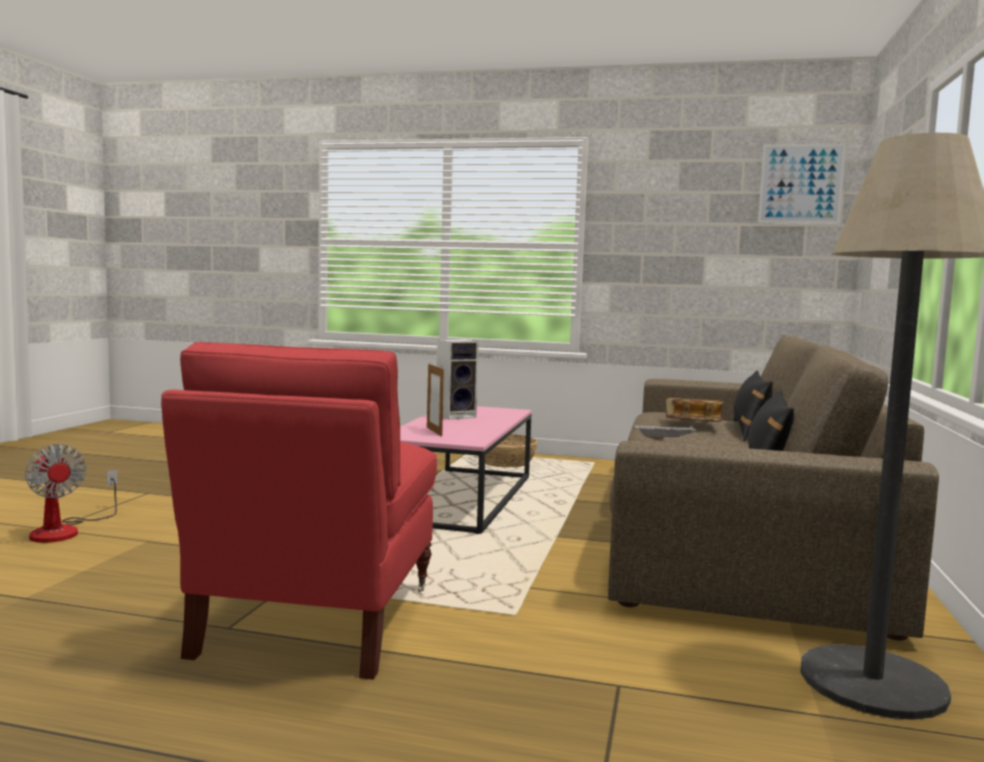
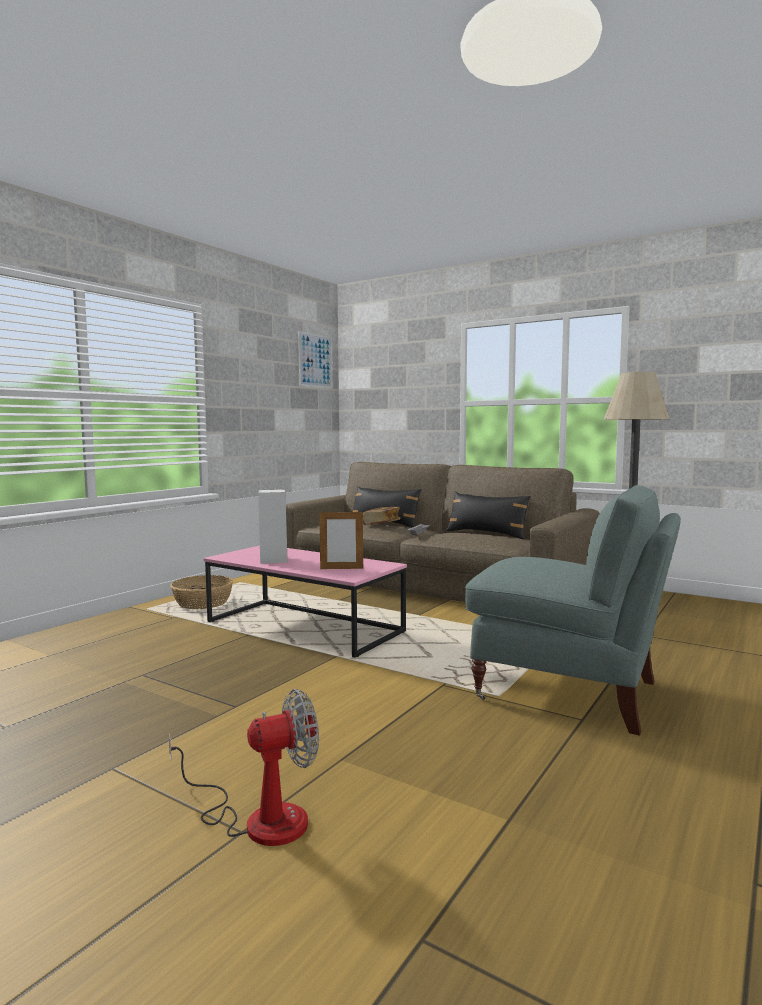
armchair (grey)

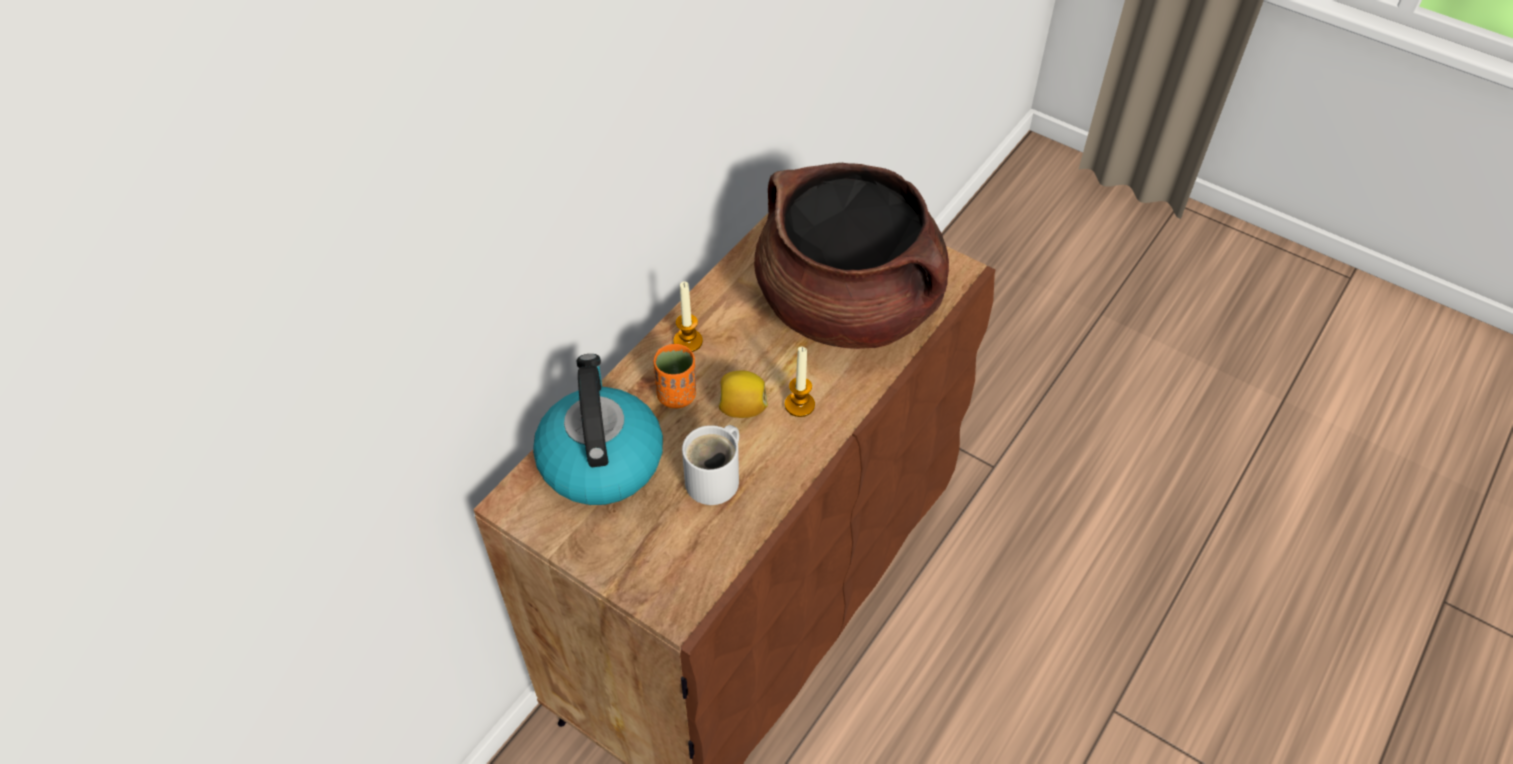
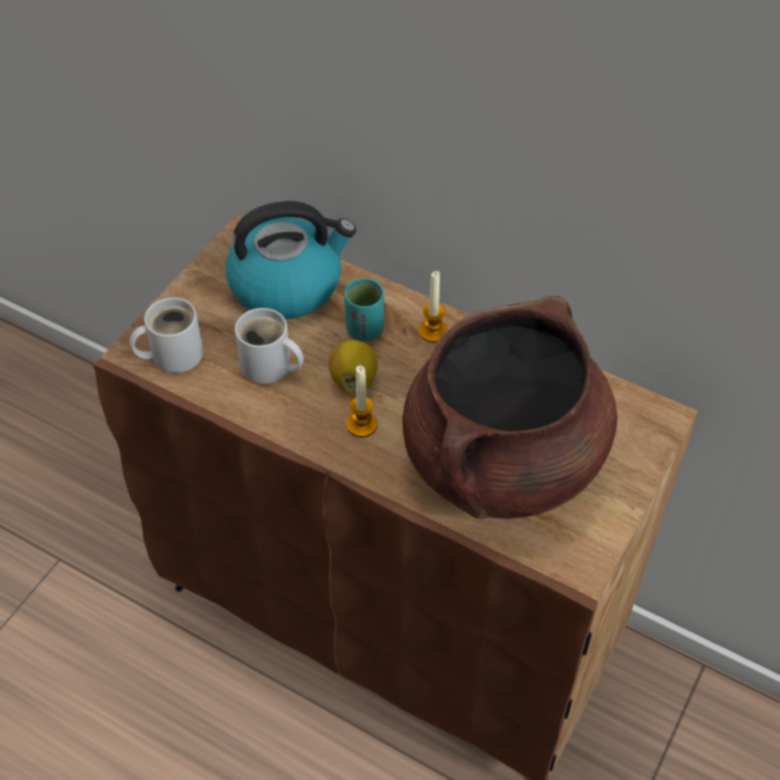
mug (white) (1st from left)
cup (turquoise)

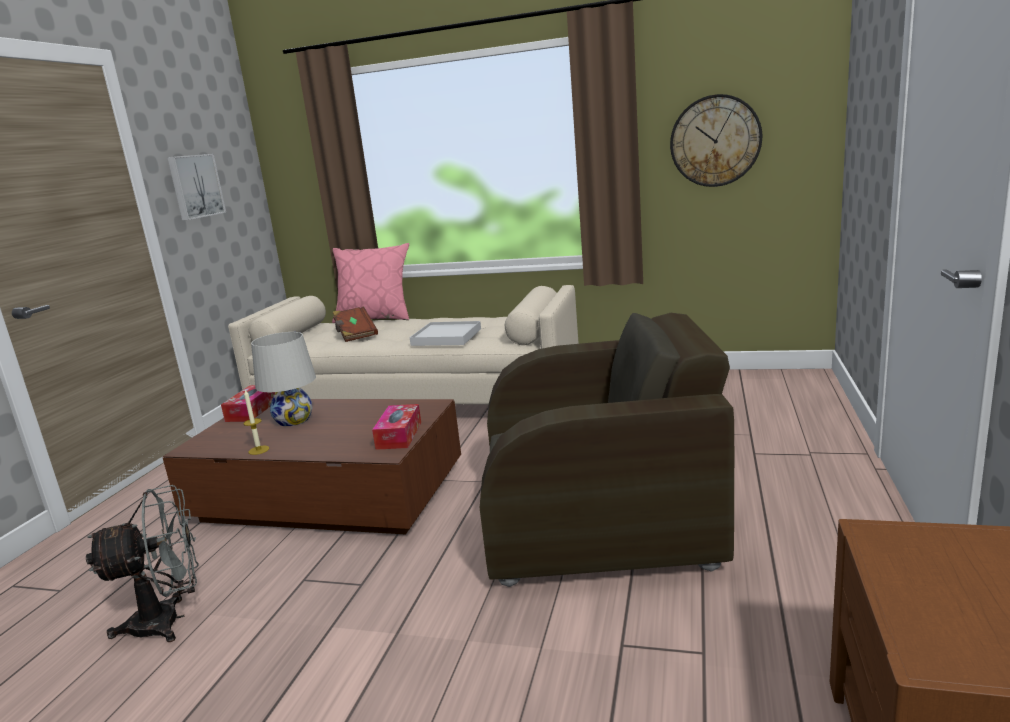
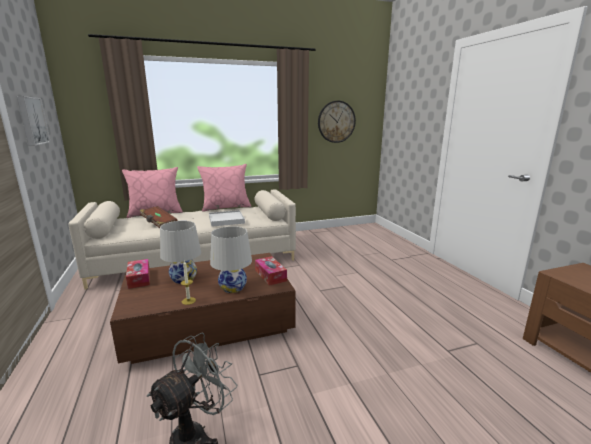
pillow (pink) (2nd from left)
table lamp (white) (2nd from left)
armchair (brown)

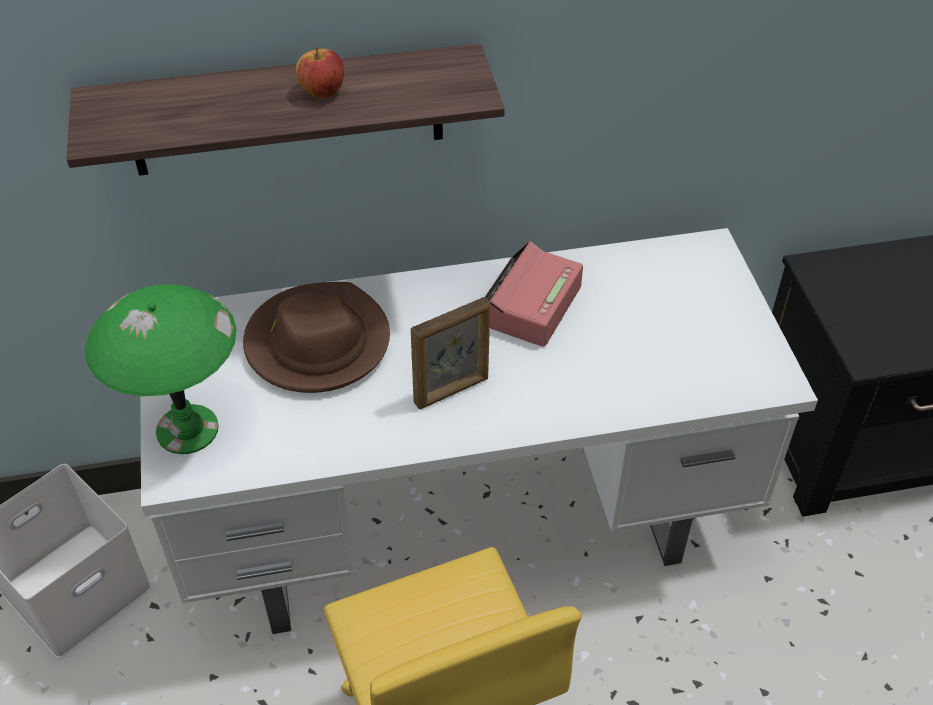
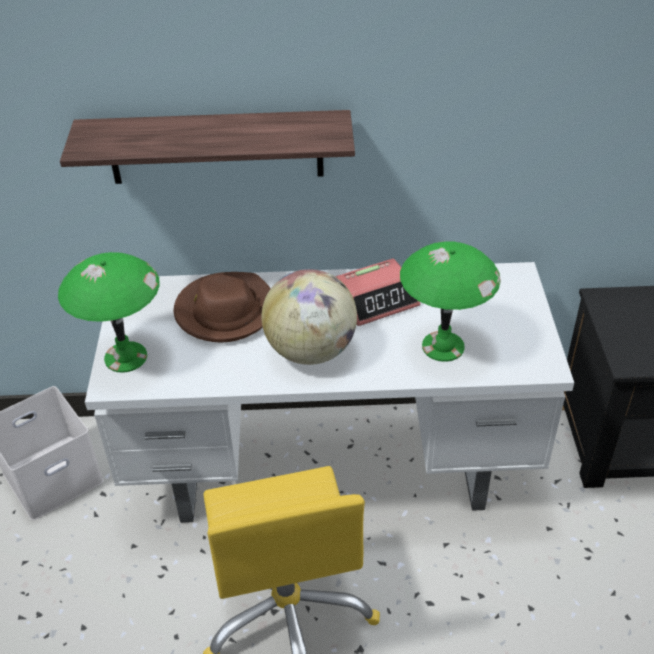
globe
alarm clock
table lamp (green) (2nd from left)
apple

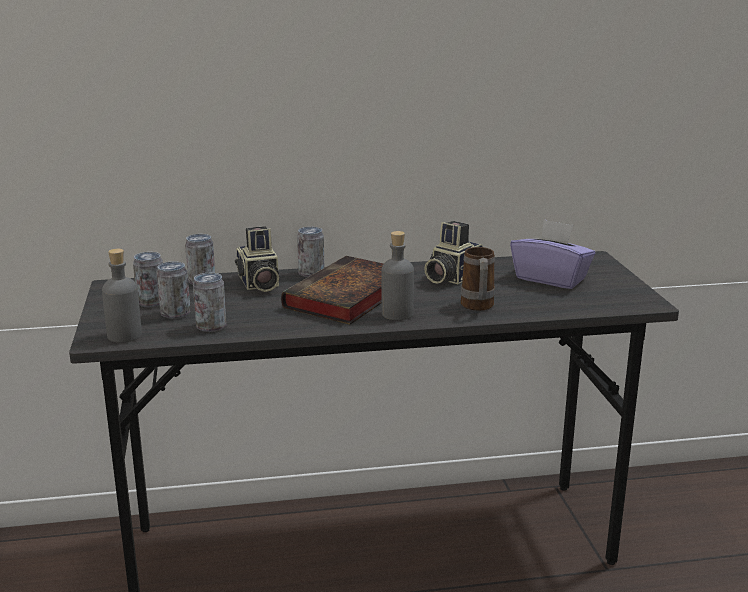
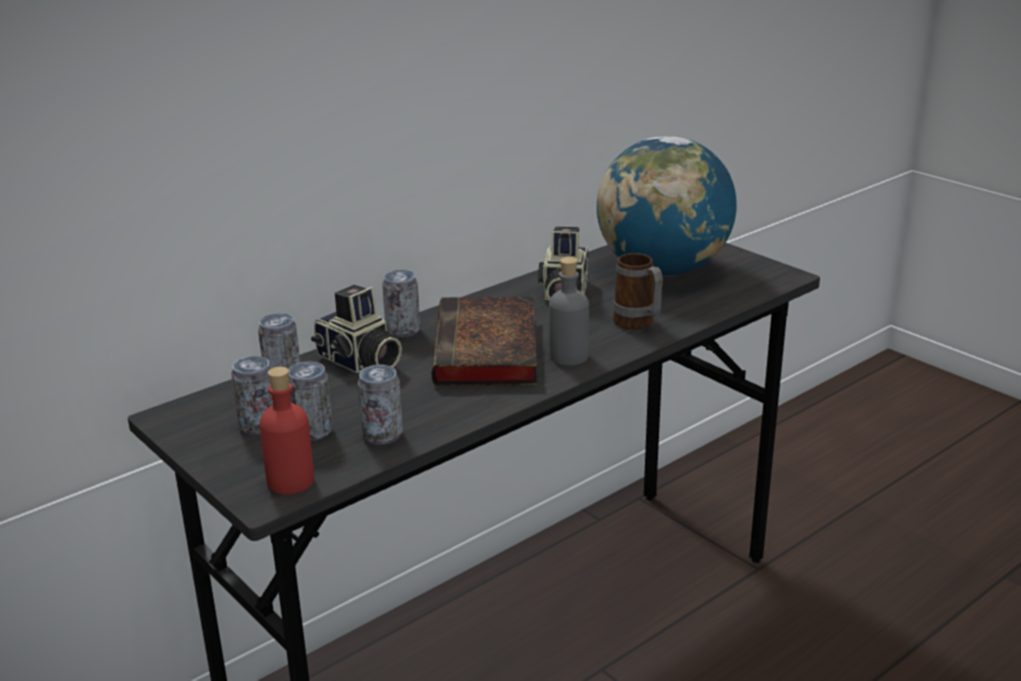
bottle (red)
globe

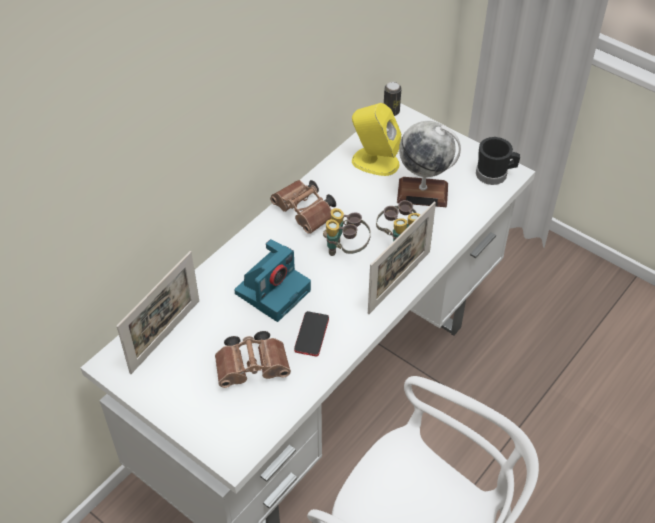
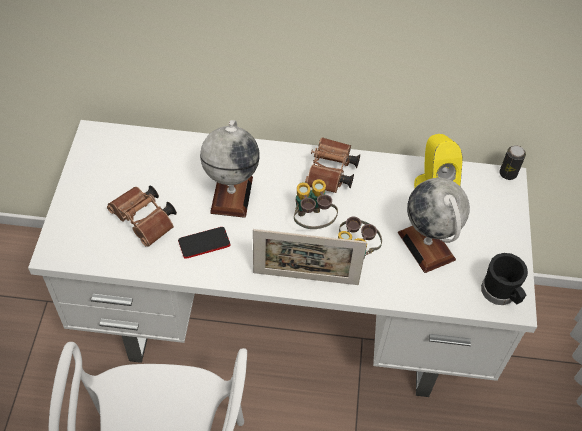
globe (1st from left)
picture frame (1st from left in the first image)

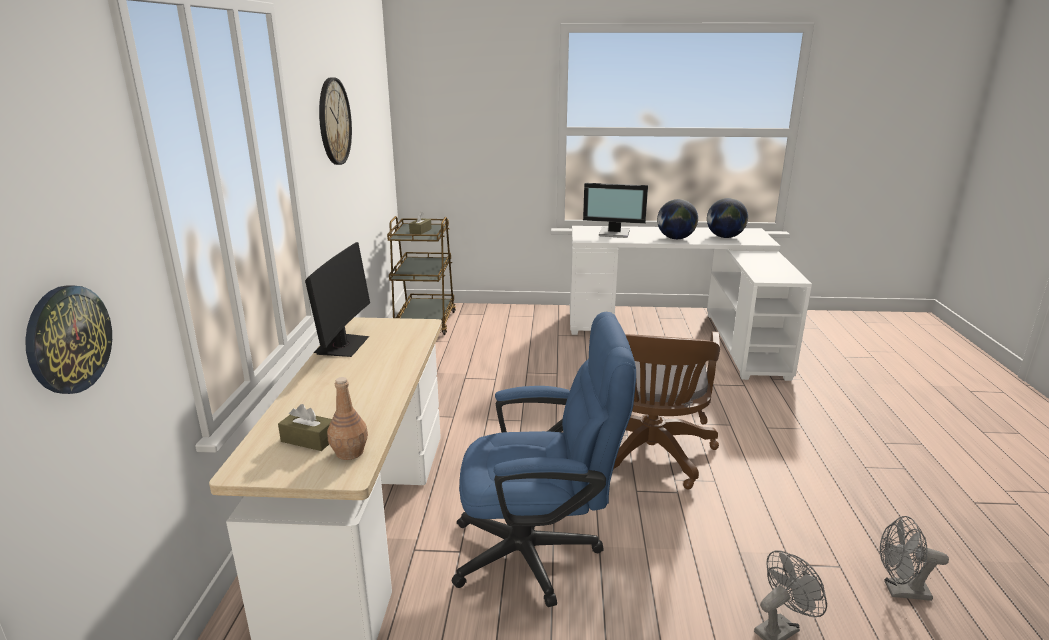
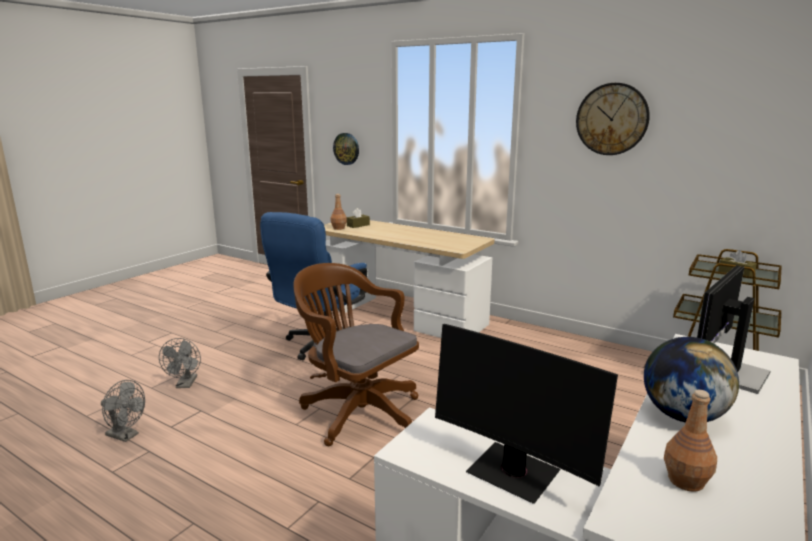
fan (grey) (1st from left)
monitor (1st from left)
bottle (brown) (2nd from left)

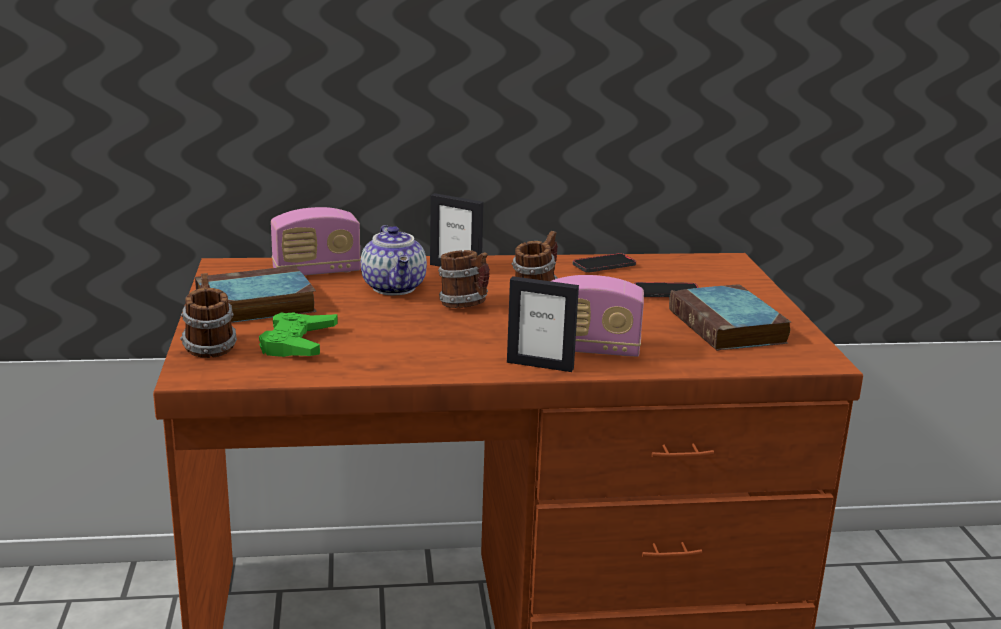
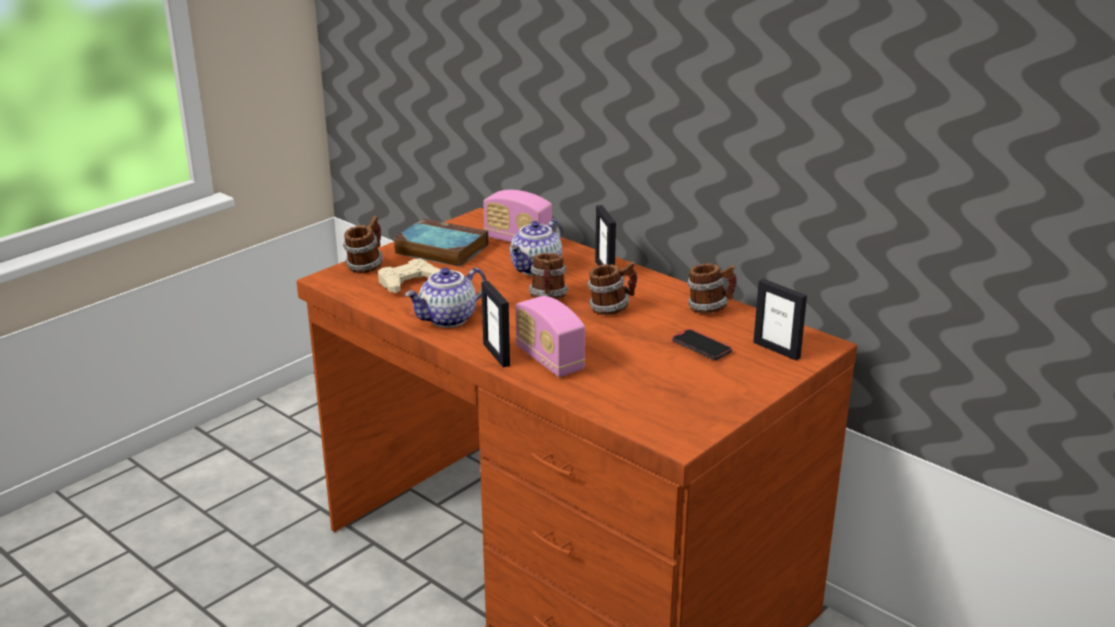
game controller (beige)
teapot (1st from left)
mug (4th from left)
picture frame (3rd from left)
book (2nd from left in the first image)

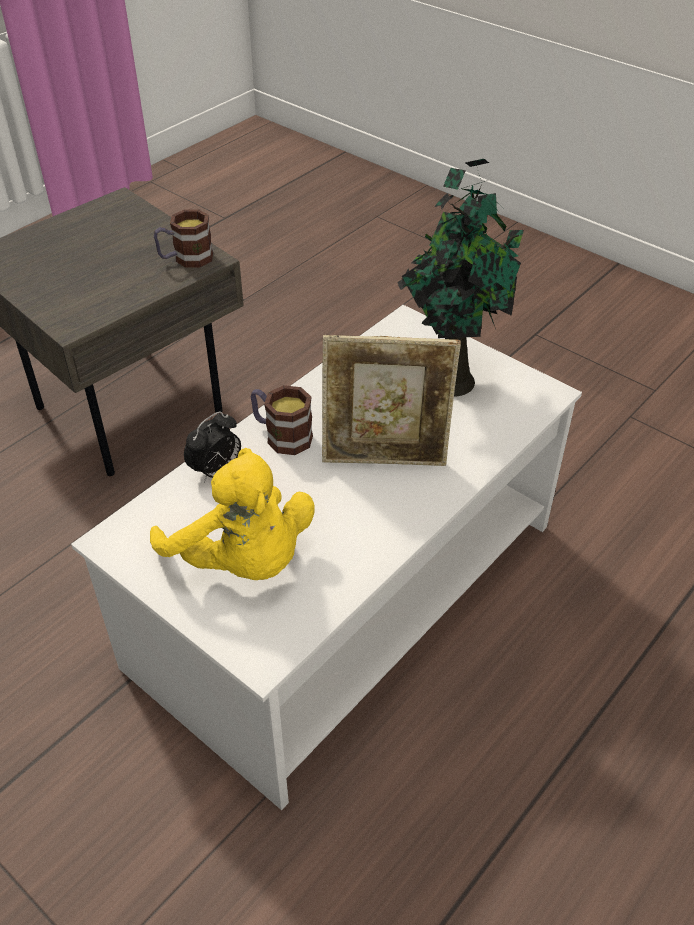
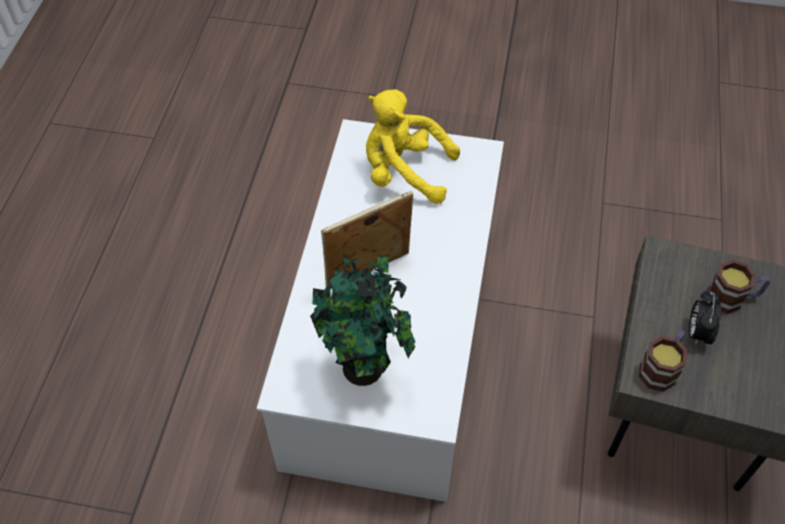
alarm clock
mug (2nd from left)

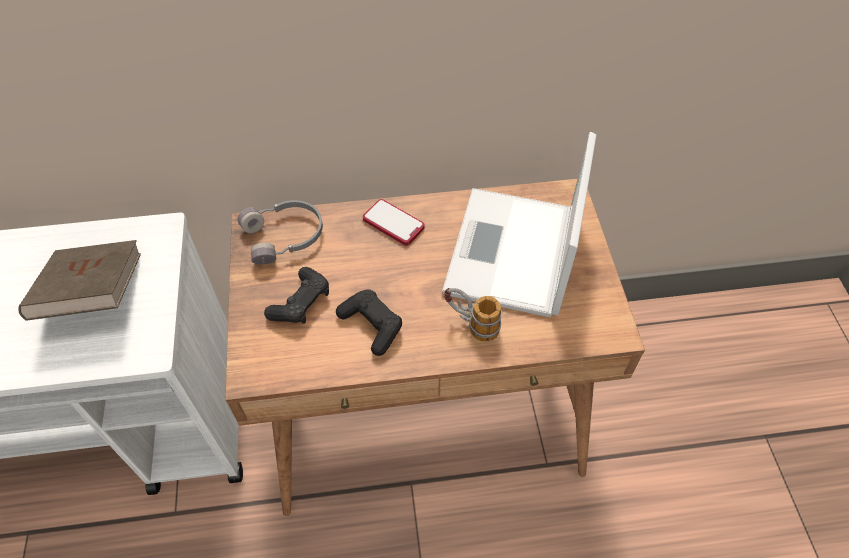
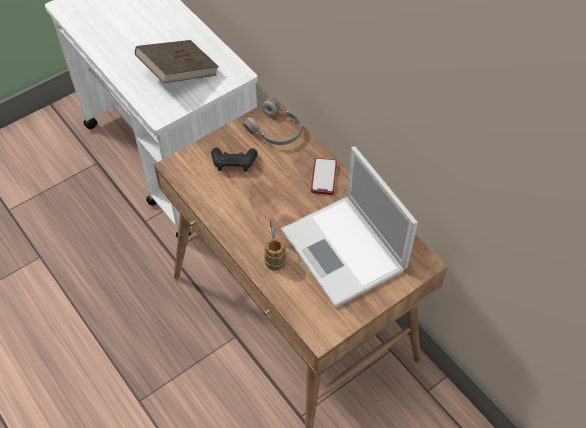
laptop
game controller (black) (2nd from left in the first image)

